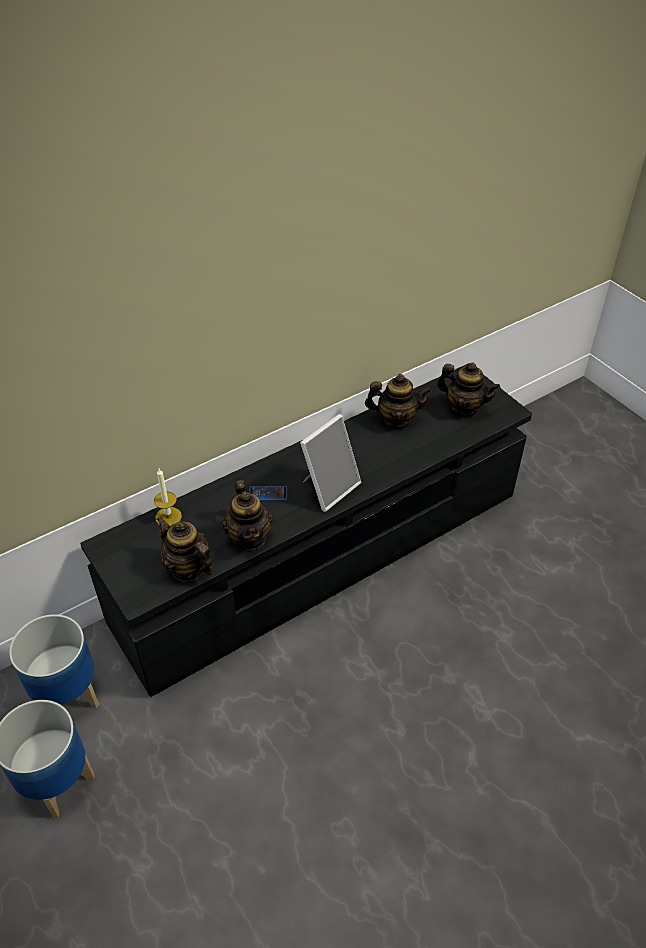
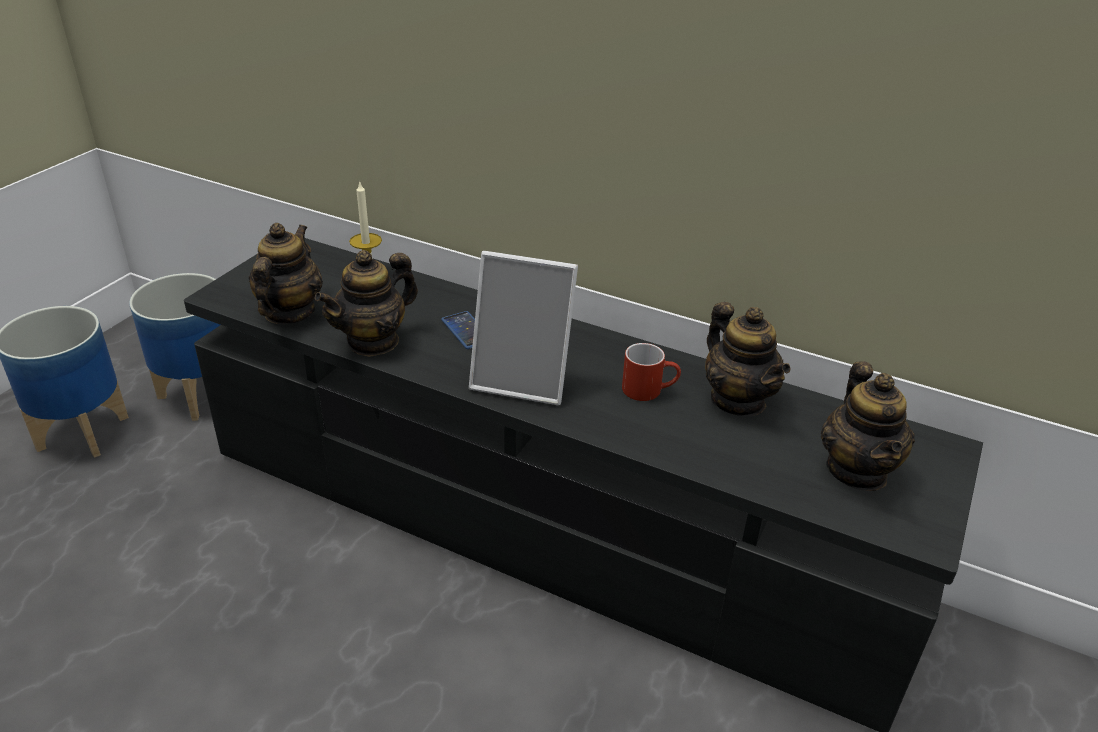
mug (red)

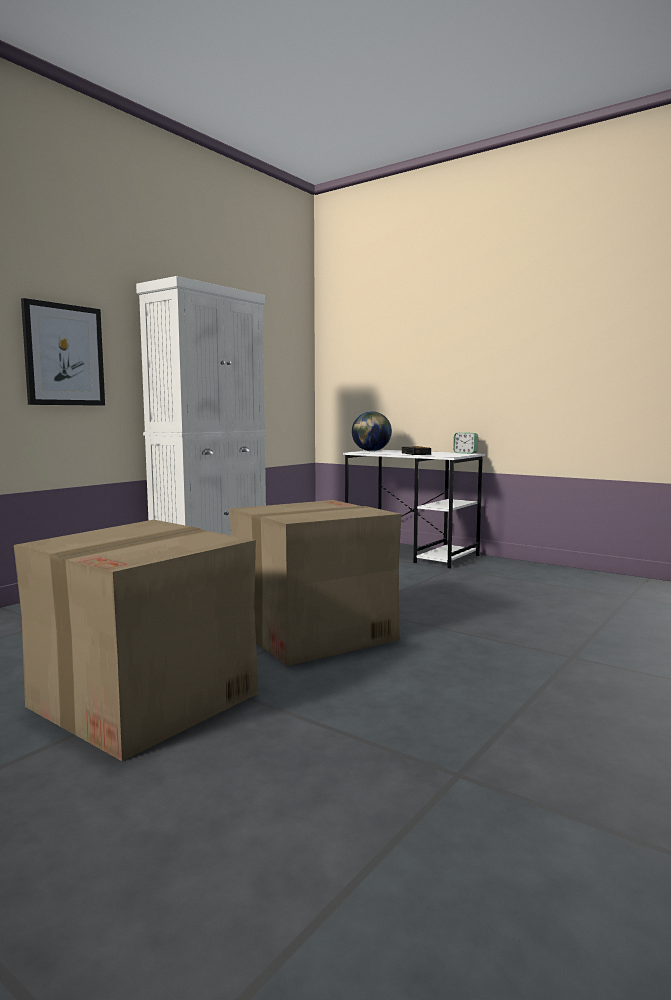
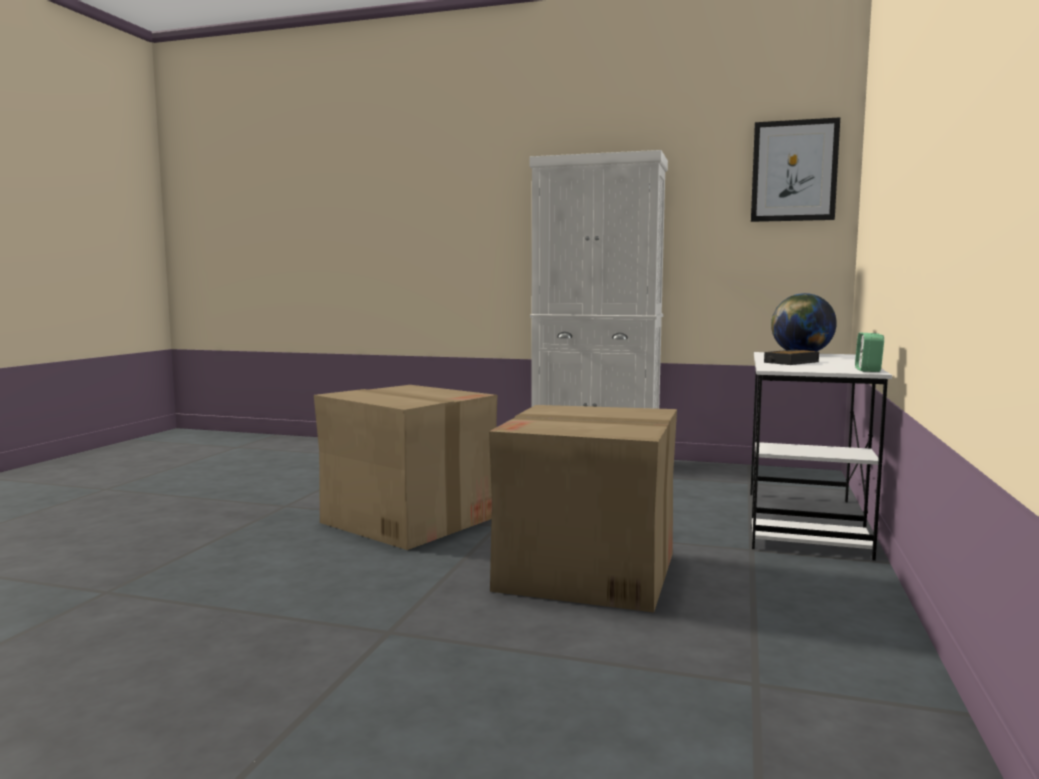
cardboard box (2nd from left)
picture

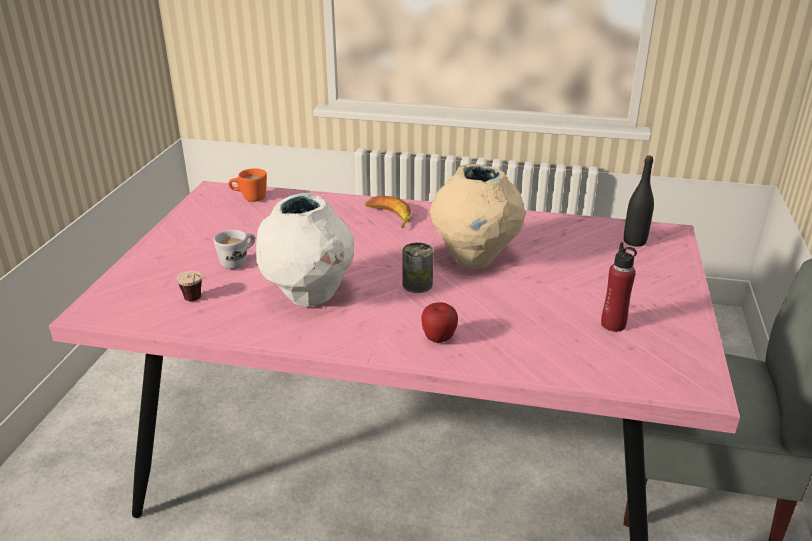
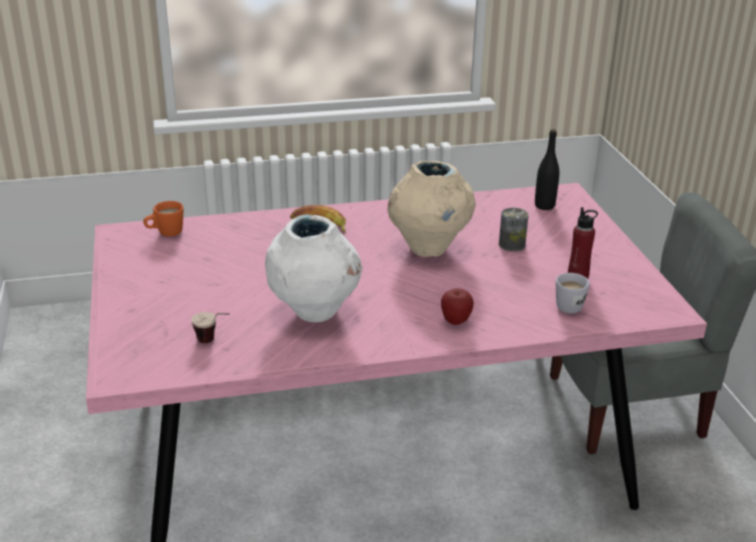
can
mug (white)

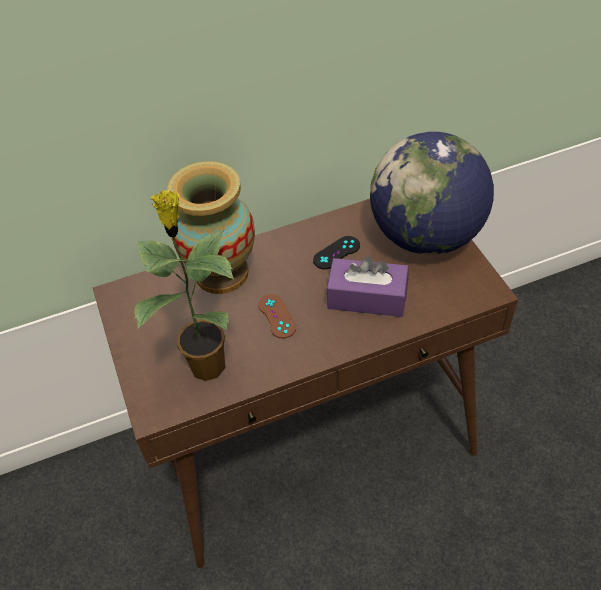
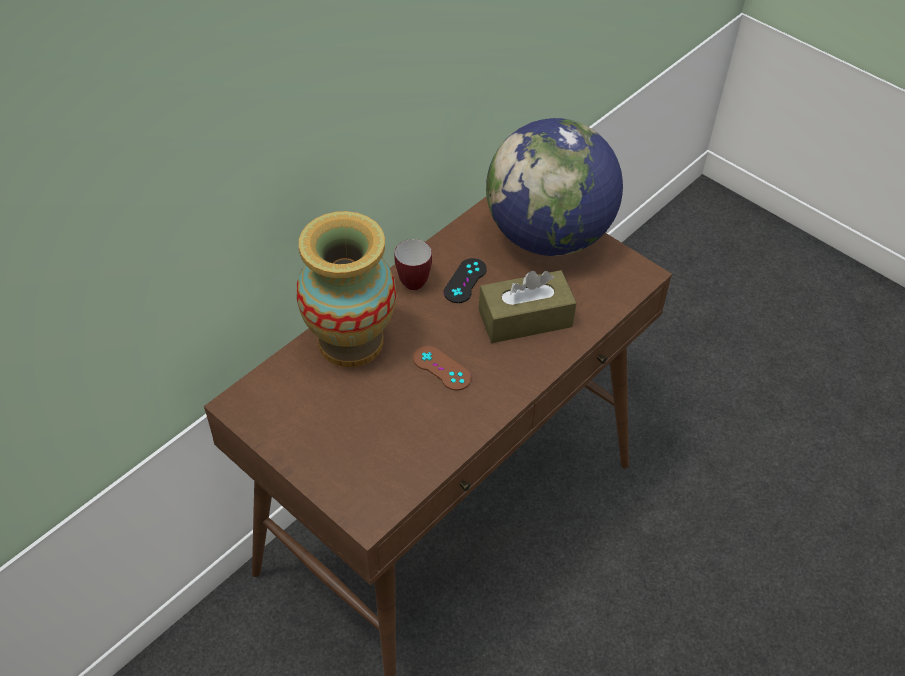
mug
tissue box (brown)
potted plant

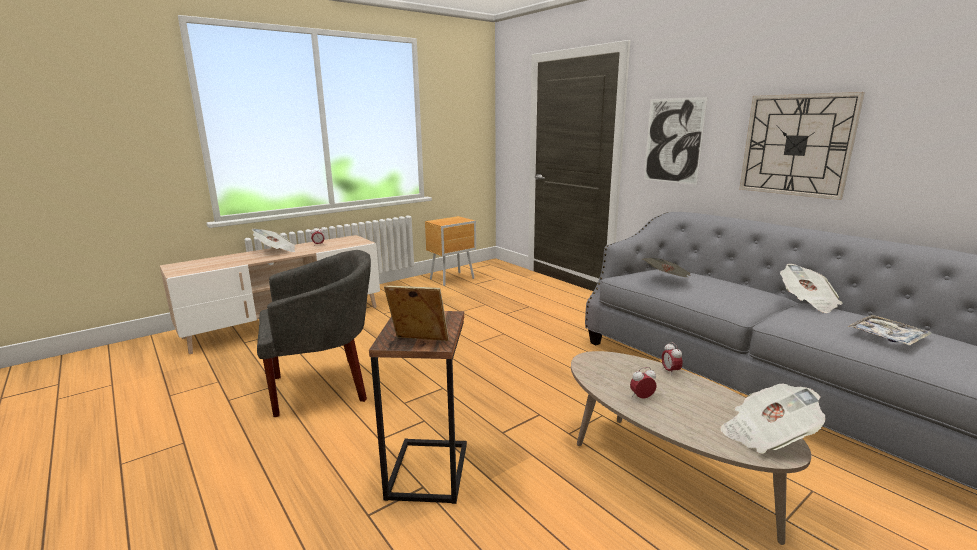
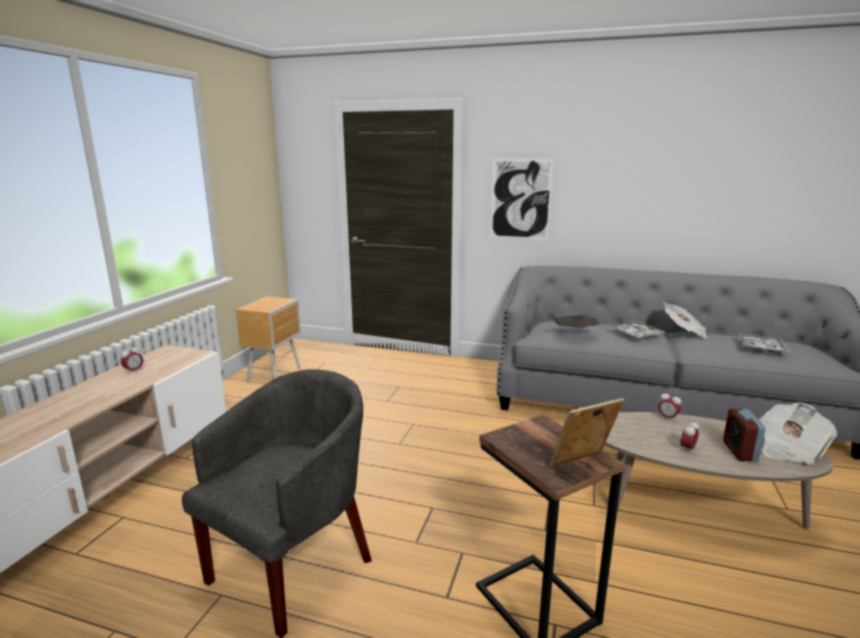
tray (1st from left)
alarm clock (4th from left)
newspaper (1st from left in the first image)
wall clock

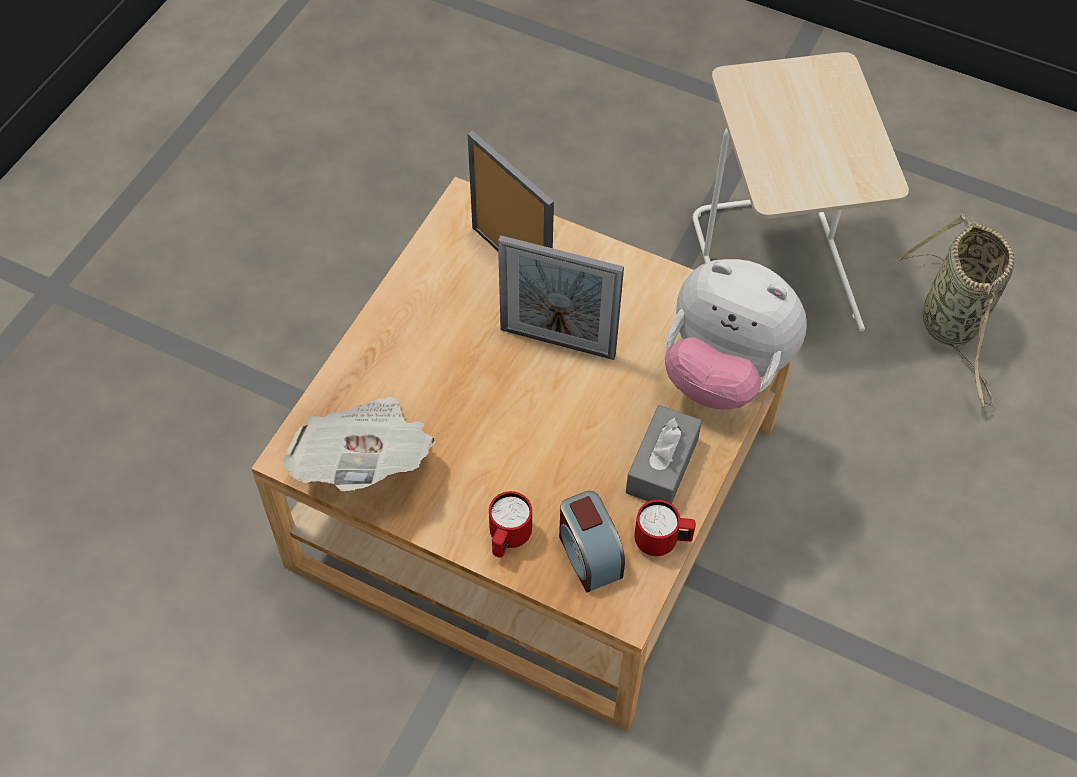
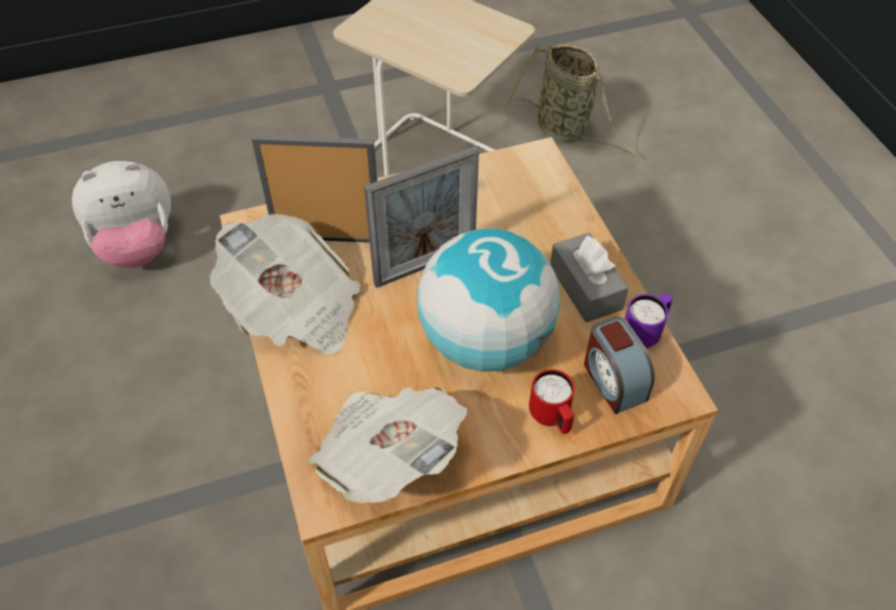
plush toy
newspaper (1st from left)
globe
alarm clock
mug (purple)

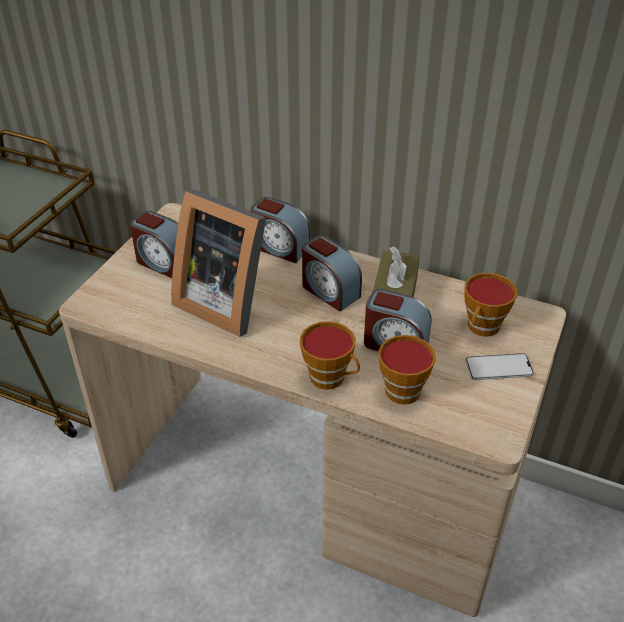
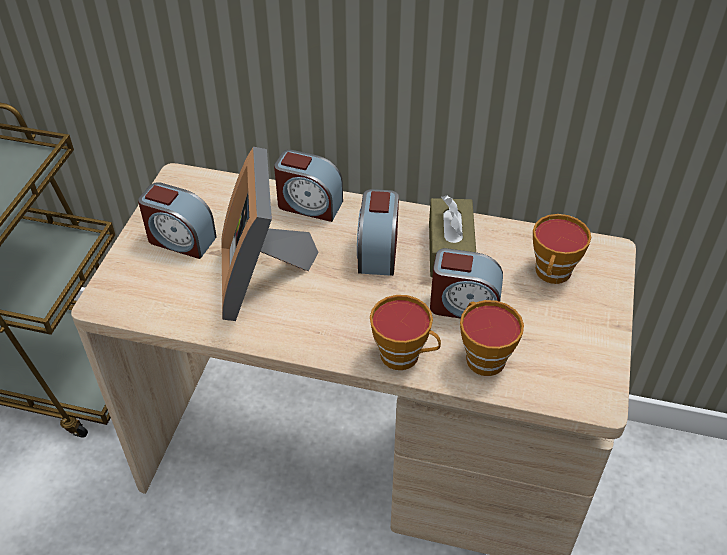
picture frame
alarm clock (3rd from left)
phone

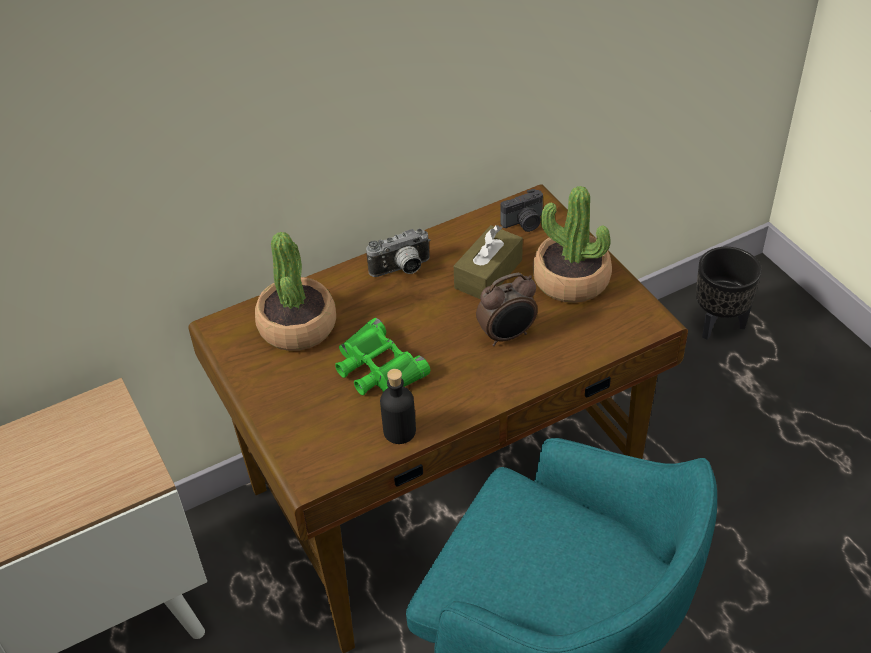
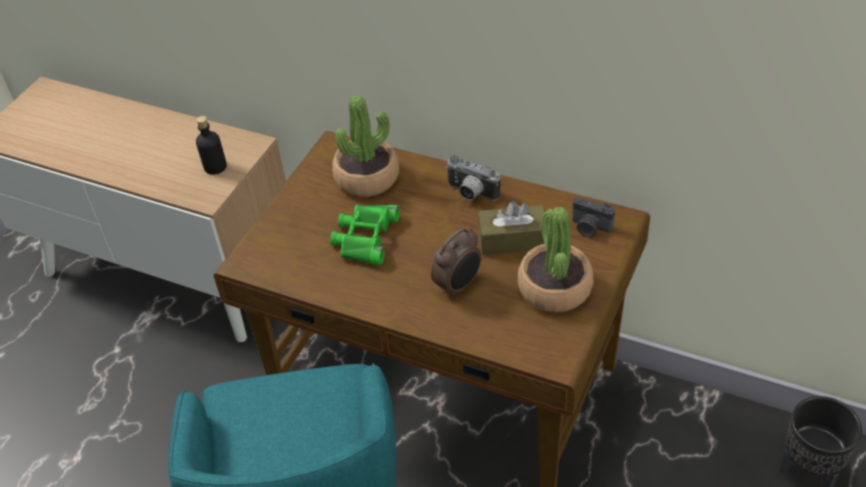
bottle (black)
alarm clock

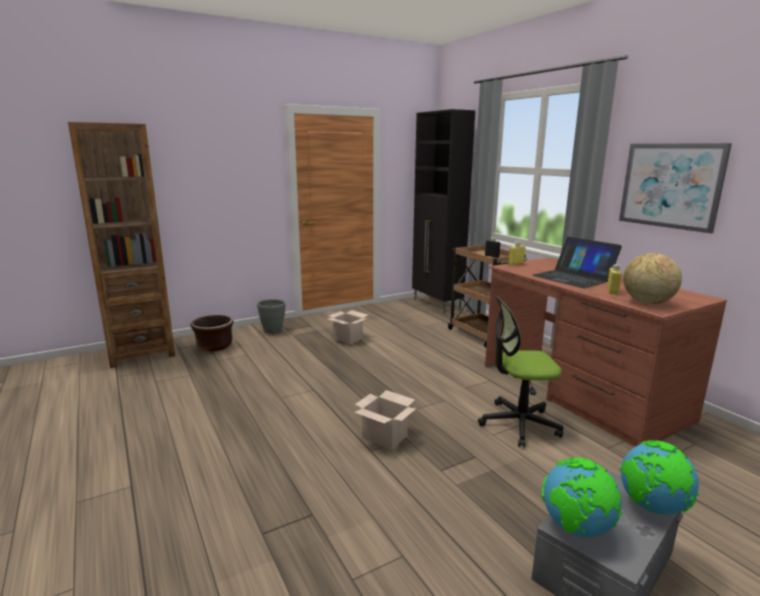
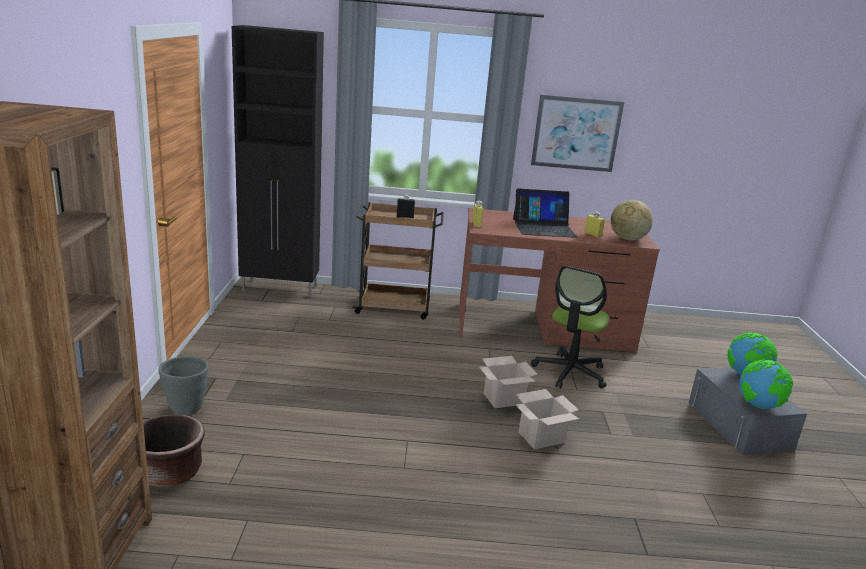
cardboard box (1st from left)

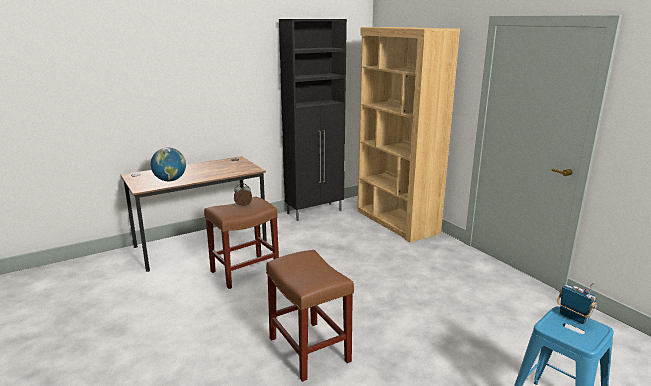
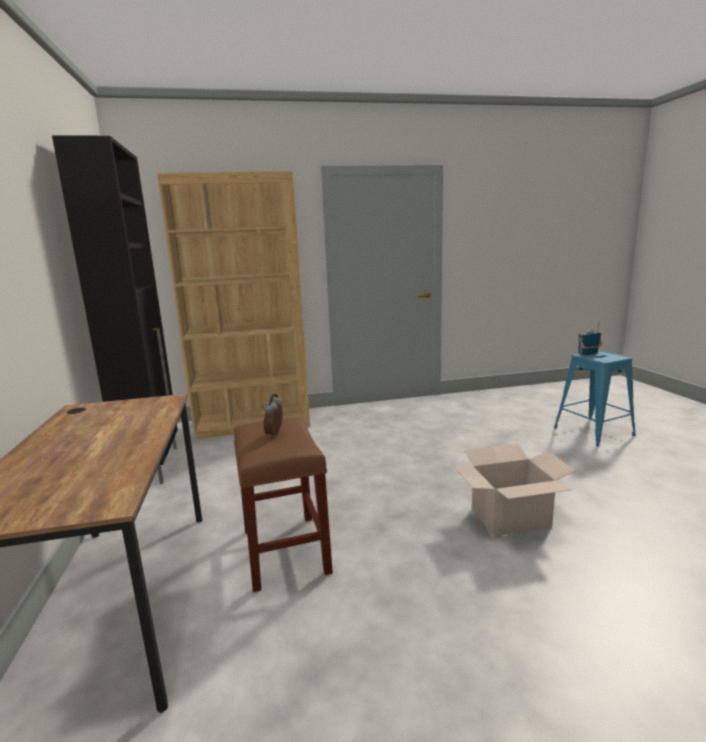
cardboard box
globe

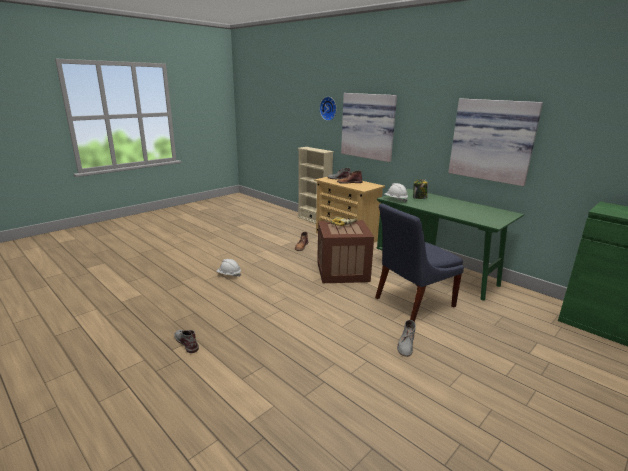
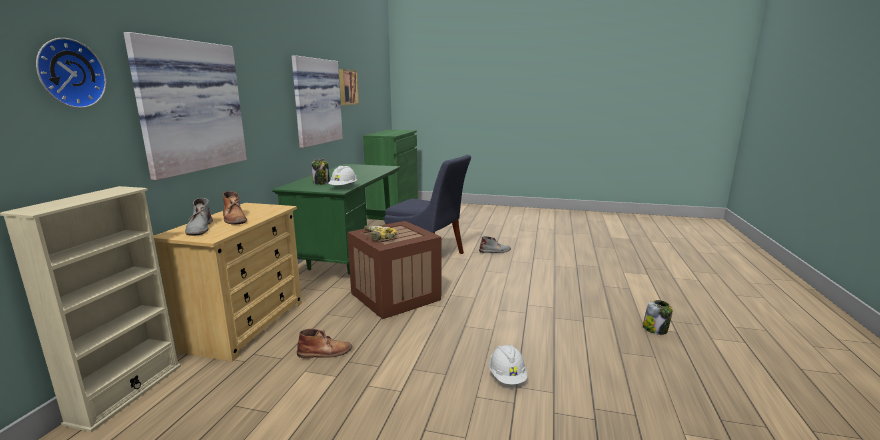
picture (3rd from left)
jar (2nd from left)

